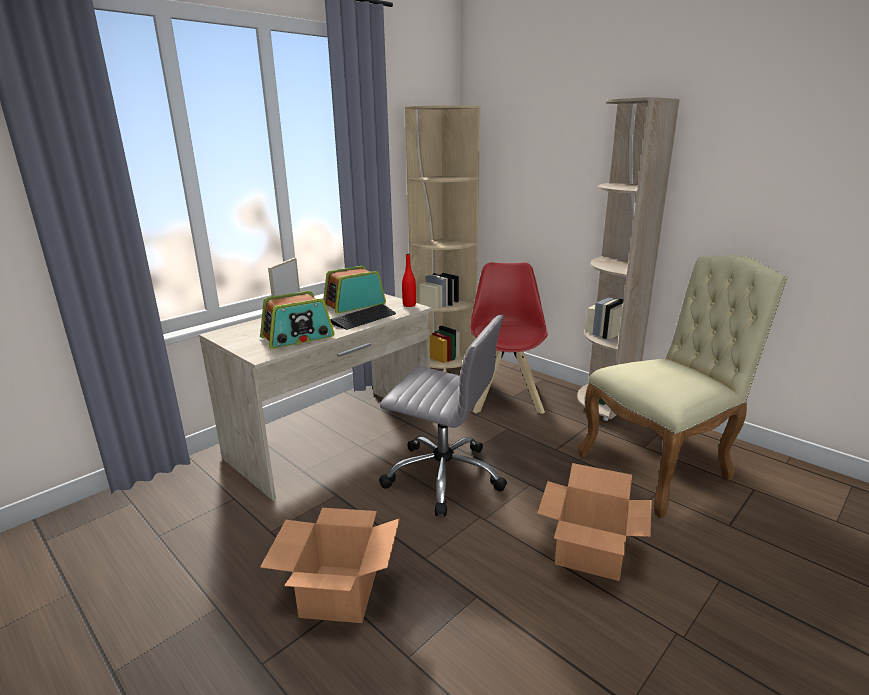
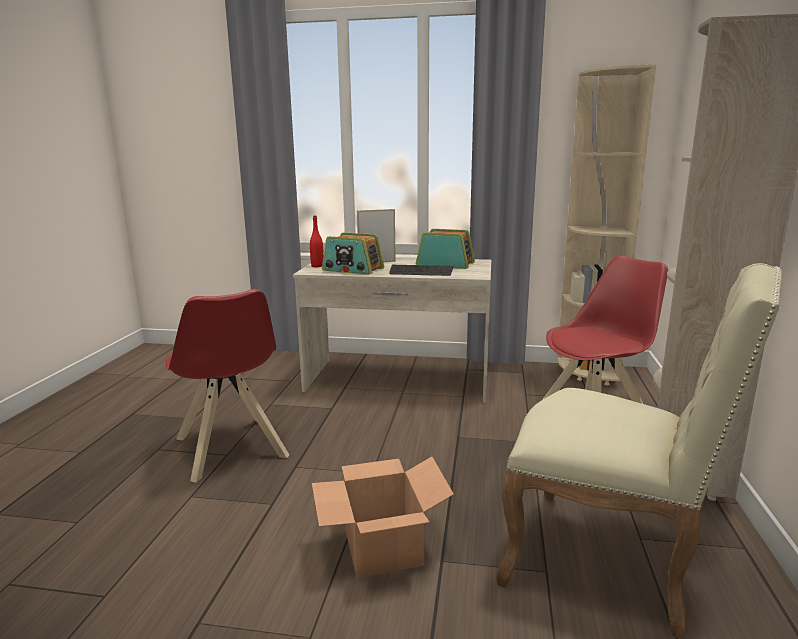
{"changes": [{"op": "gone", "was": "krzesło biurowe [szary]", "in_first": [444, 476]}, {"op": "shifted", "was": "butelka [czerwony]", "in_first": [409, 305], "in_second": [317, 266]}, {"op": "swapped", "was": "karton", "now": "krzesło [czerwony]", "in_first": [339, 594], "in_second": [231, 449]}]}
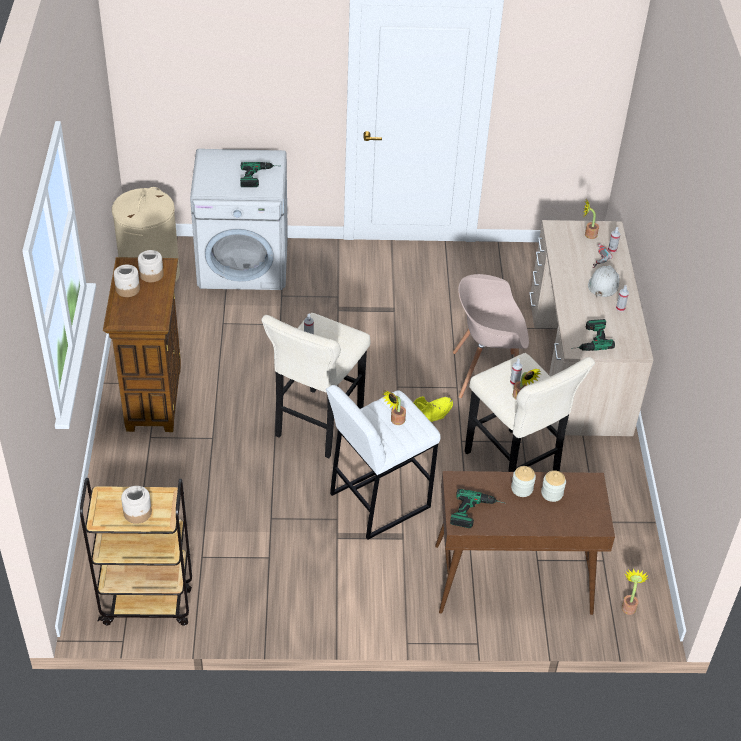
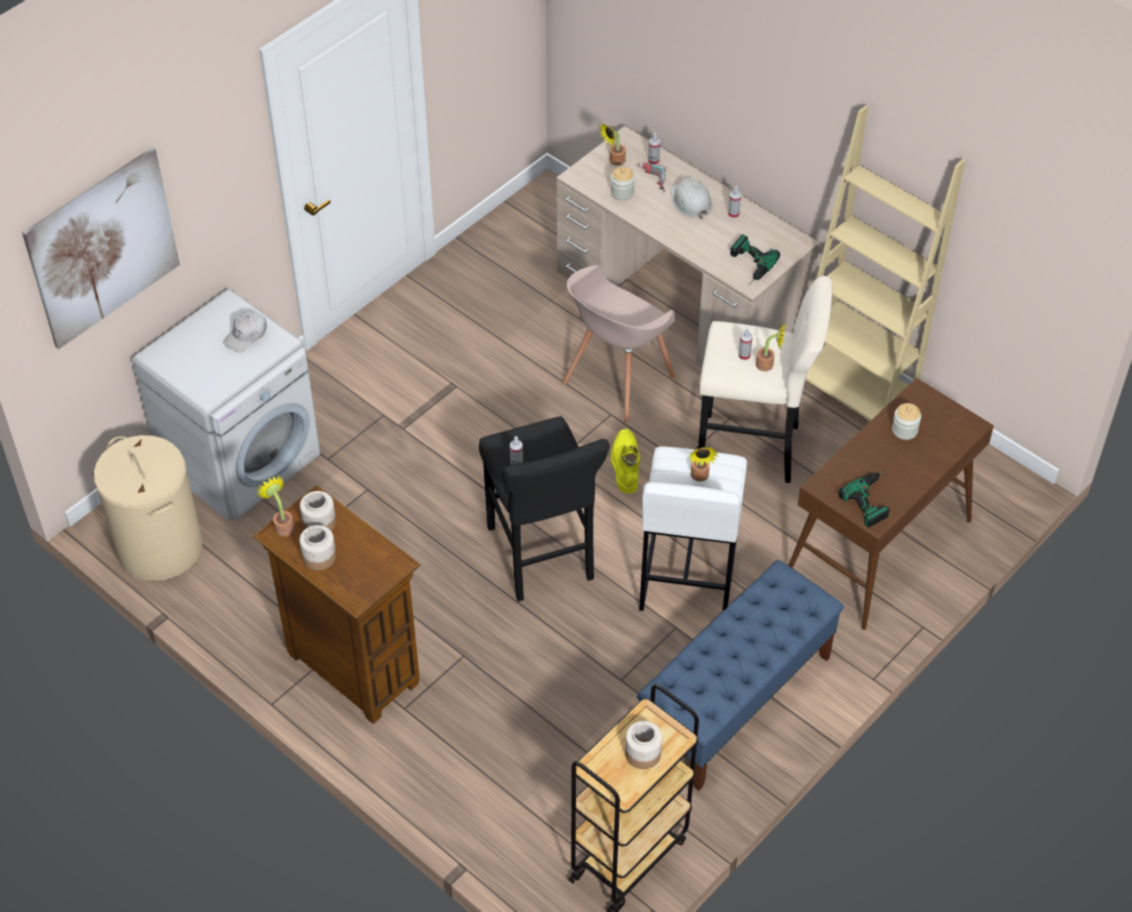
{"changes": [{"op": "new", "now": "obraz", "in_second": [103, 248]}, {"op": "new", "now": "ławka [niebieski]", "in_second": [735, 701]}, {"op": "new", "now": "regał [beżowy]", "in_second": [853, 391]}, {"op": "shifted", "was": "słoik", "in_first": [522, 489], "in_second": [622, 193]}, {"op": "shifted", "was": "roślina doniczkowa", "in_first": [629, 606], "in_second": [282, 526]}, {"op": "swapped", "was": "wiertarka", "now": "czapka z daszkiem [biały]", "in_first": [260, 176], "in_second": [246, 336]}, {"op": "repainted", "was": "stołek [beżowy]", "now": "stołek [czarny]", "in_first": [317, 426], "in_second": [541, 558]}]}
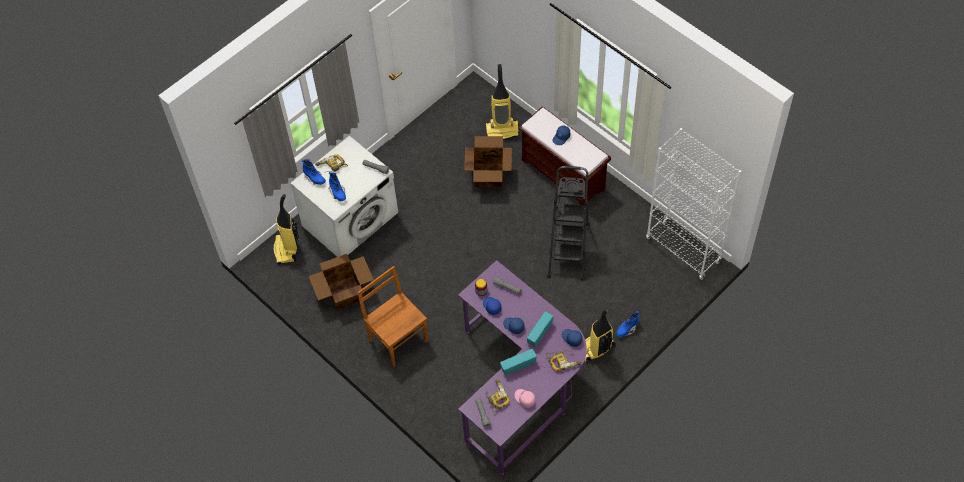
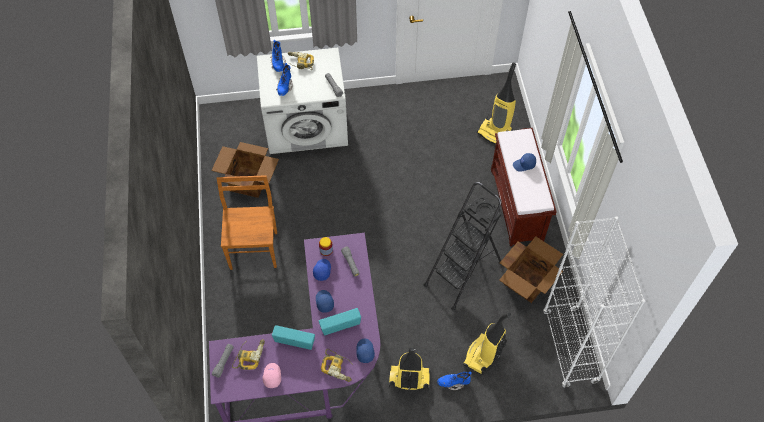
{"changes": [{"op": "shifted", "was": "odkurzacz", "in_first": [287, 249], "in_second": [482, 355]}, {"op": "shifted", "was": "karton", "in_first": [489, 174], "in_second": [527, 282]}]}
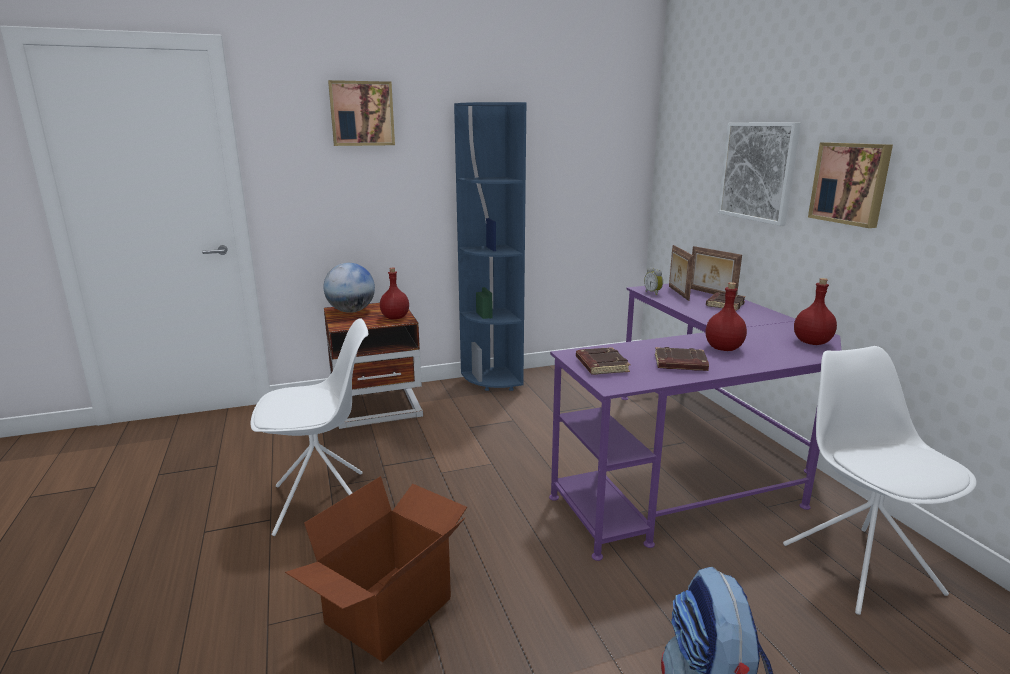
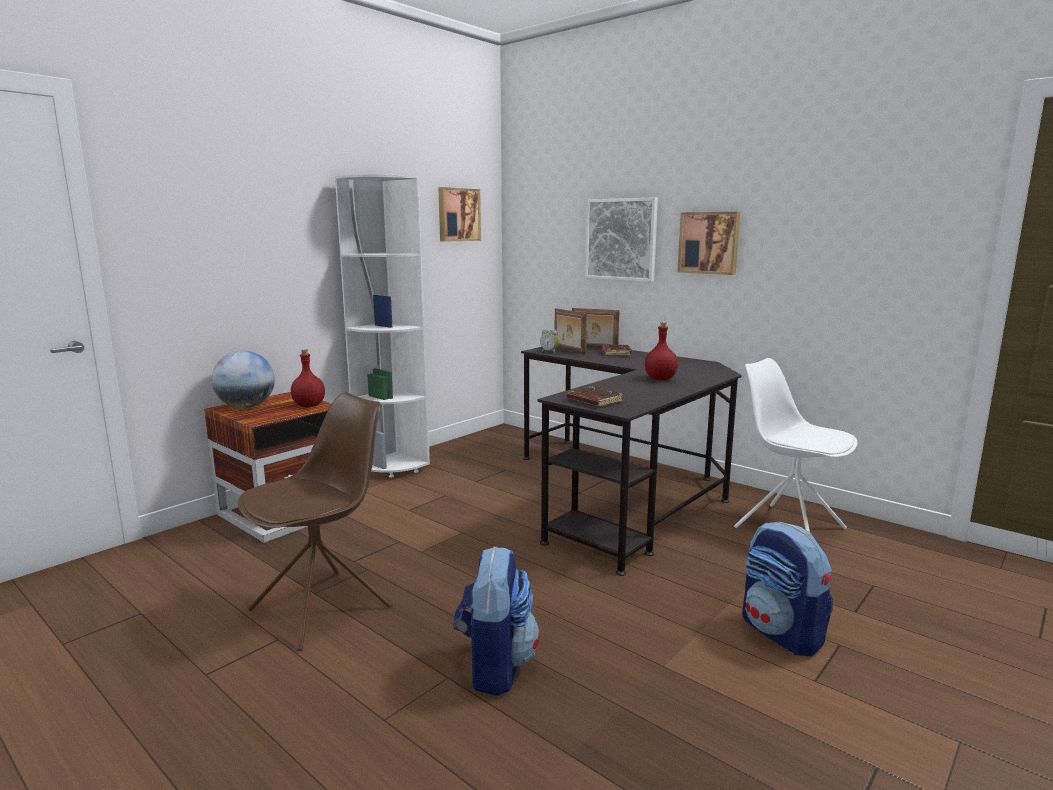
{"changes": [{"op": "gone", "was": "książka [brązowy]", "in_first": [680, 364]}, {"op": "gone", "was": "butelka [czerwony]", "in_first": [812, 343]}, {"op": "shifted", "was": "obraz", "in_first": [362, 113], "in_second": [458, 215]}, {"op": "swapped", "was": "karton", "now": "plecak", "in_first": [390, 612], "in_second": [495, 666]}, {"op": "repainted", "was": "krzesło [biały]", "now": "krzesło [brązowy]", "in_first": [323, 502], "in_second": [323, 607]}, {"op": "repainted", "was": "regał [niebieski]", "now": "regał [biały]", "in_first": [492, 384], "in_second": [392, 471]}, {"op": "repainted", "was": "biurko [fioletowy]", "now": "biurko [czarny]", "in_first": [692, 462], "in_second": [624, 492]}]}
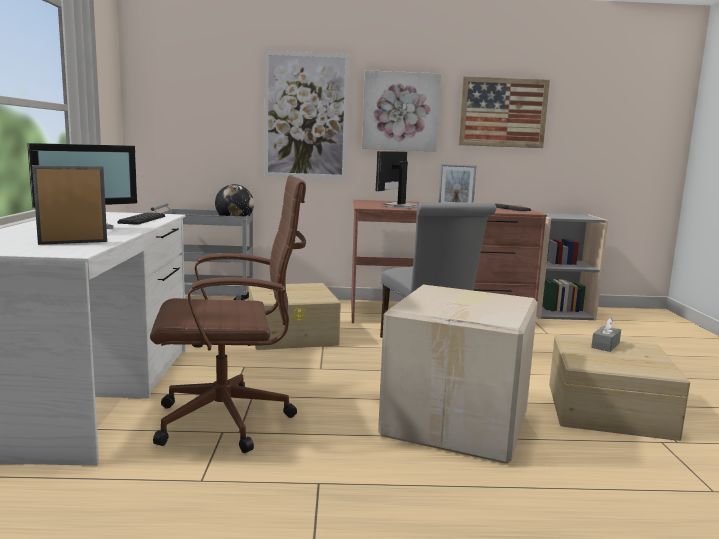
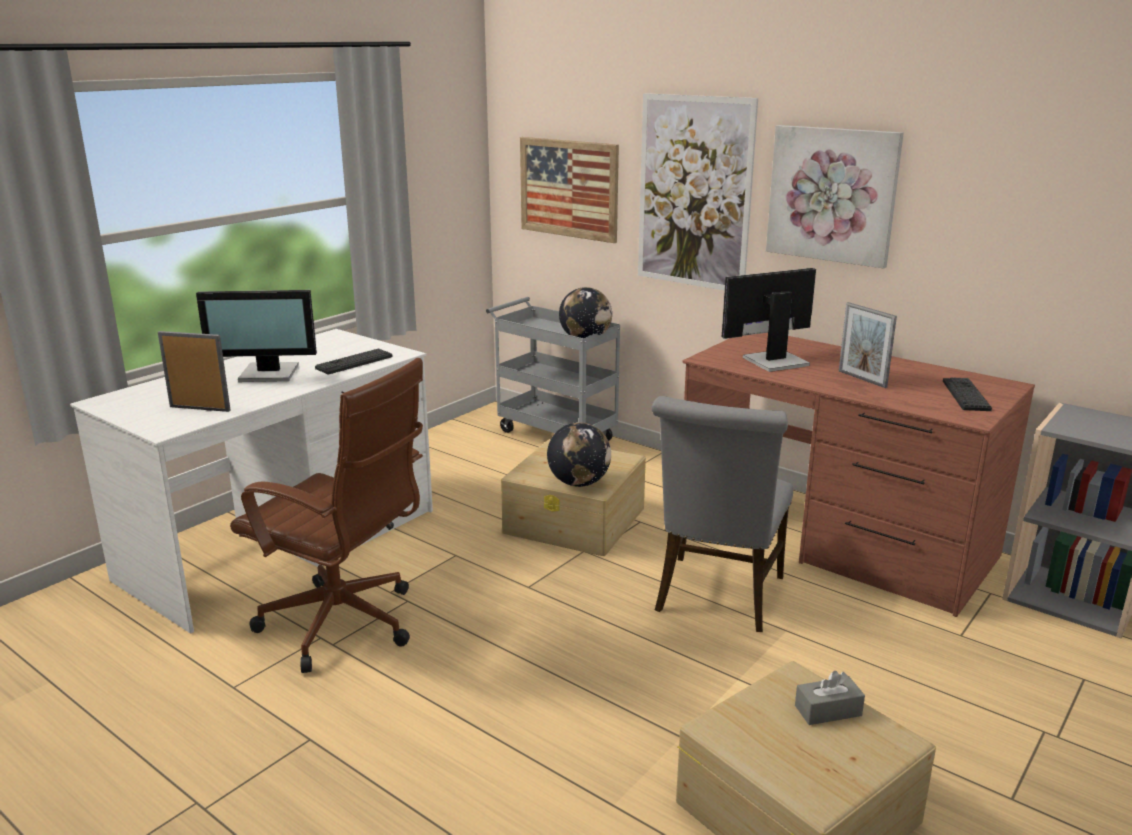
{"changes": [{"op": "gone", "was": "karton", "in_first": [458, 423]}, {"op": "new", "now": "globus", "in_second": [579, 483]}, {"op": "shifted", "was": "obraz", "in_first": [503, 112], "in_second": [568, 188]}]}
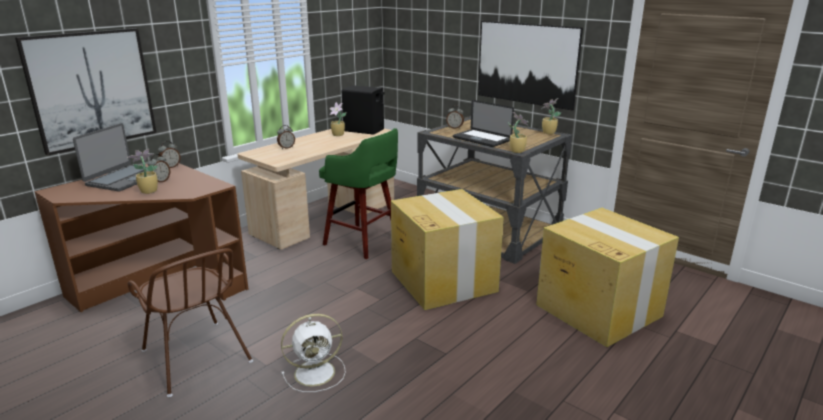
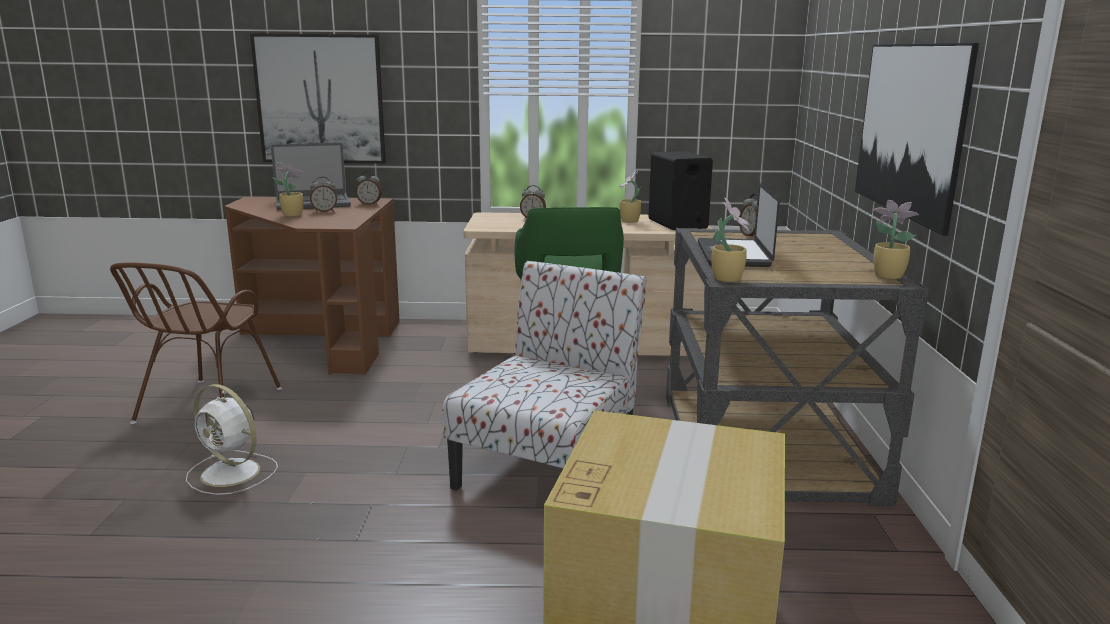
{"changes": [{"op": "swapped", "was": "karton", "now": "krzesło", "in_first": [442, 280], "in_second": [548, 467]}]}
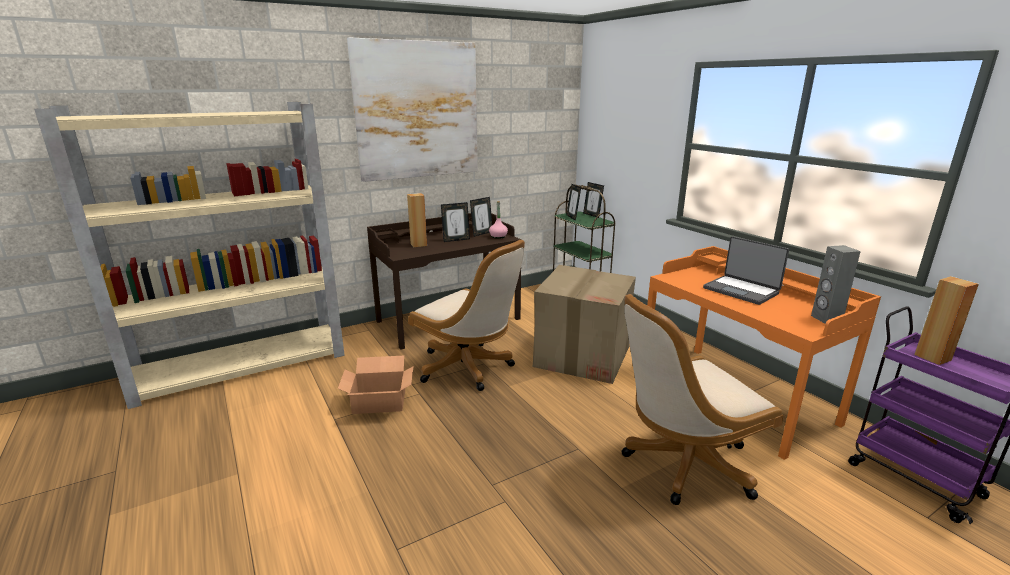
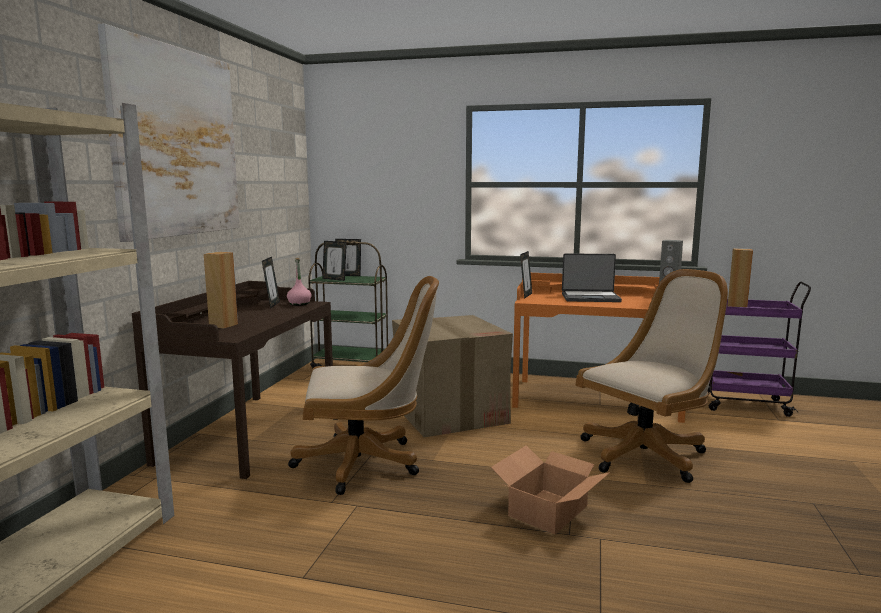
{"changes": [{"op": "shifted", "was": "karton", "in_first": [379, 401], "in_second": [547, 511]}, {"op": "shifted", "was": "ramka na zdjęcie", "in_first": [456, 240], "in_second": [525, 295]}, {"op": "rotated", "was": "krzesło biurowe", "in_first": [681, 465], "in_second": [648, 452], "clockwise": -150}]}
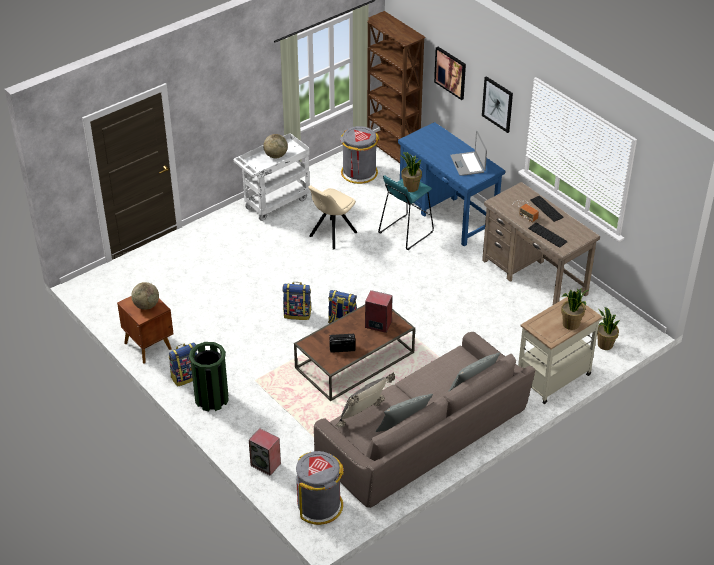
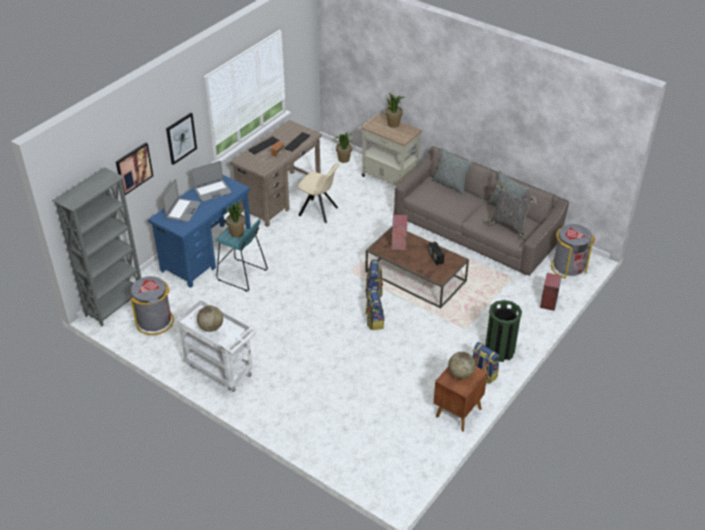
{"changes": [{"op": "new", "now": "laptop", "in_second": [182, 210]}, {"op": "shifted", "was": "krzesło [beżowy]", "in_first": [332, 234], "in_second": [318, 211]}, {"op": "repainted", "was": "regał [brązowy]", "now": "regał [szary]", "in_first": [392, 152], "in_second": [116, 304]}]}
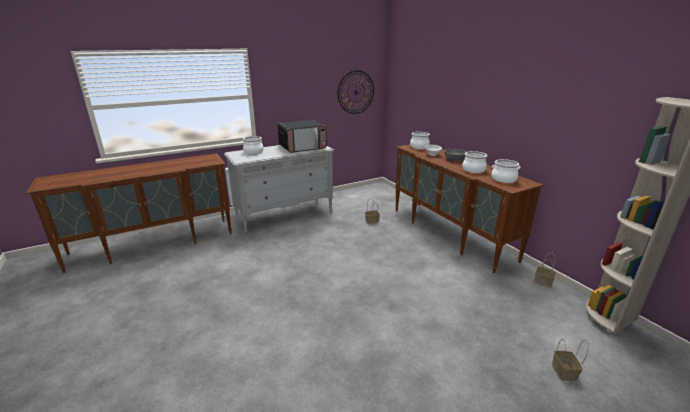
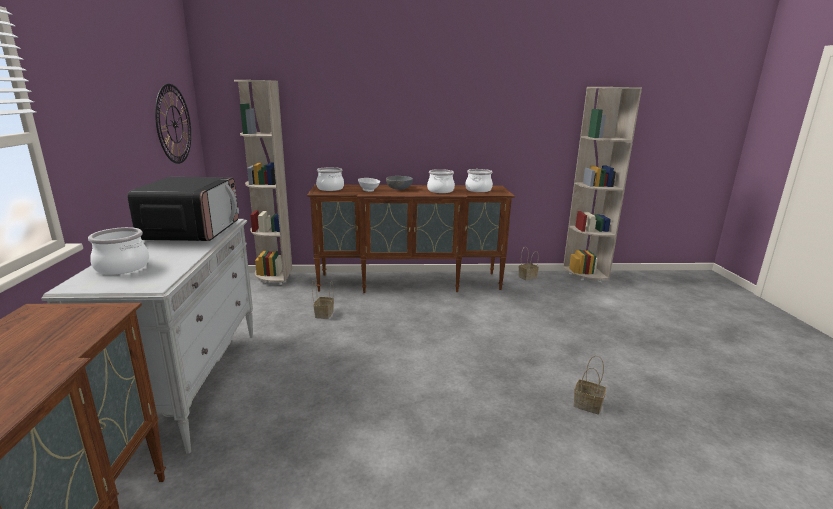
{"changes": [{"op": "new", "now": "regał [beżowy]", "in_second": [273, 279]}, {"op": "shifted", "was": "koszyk", "in_first": [565, 372], "in_second": [588, 405]}]}
